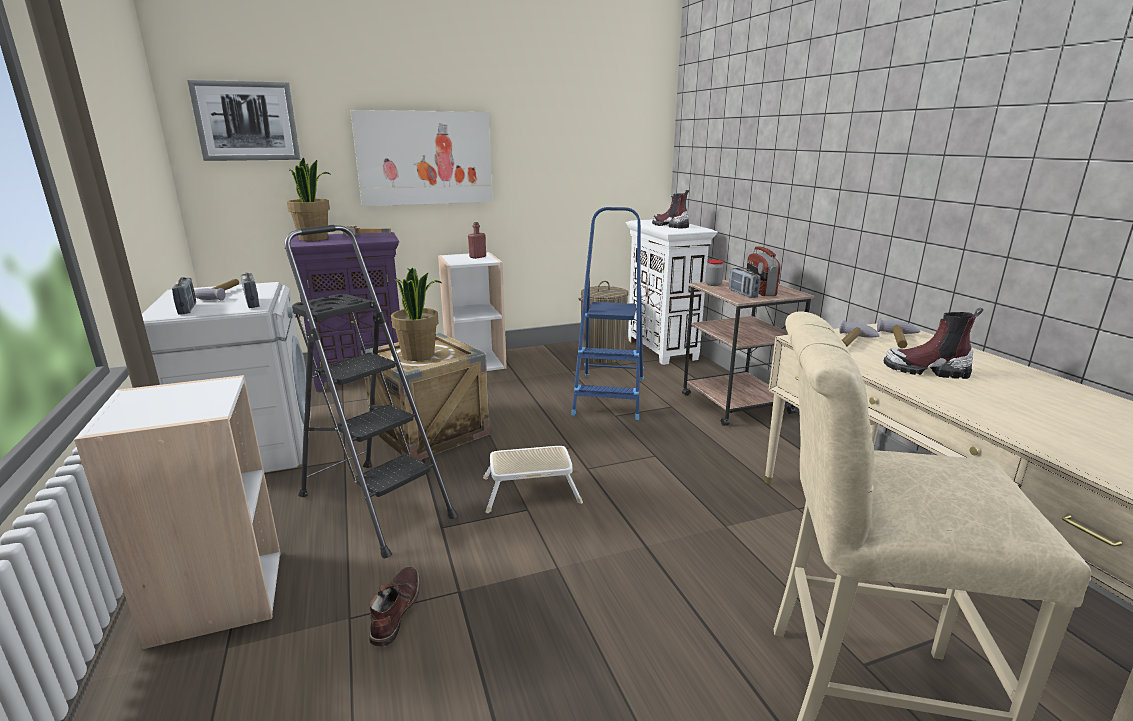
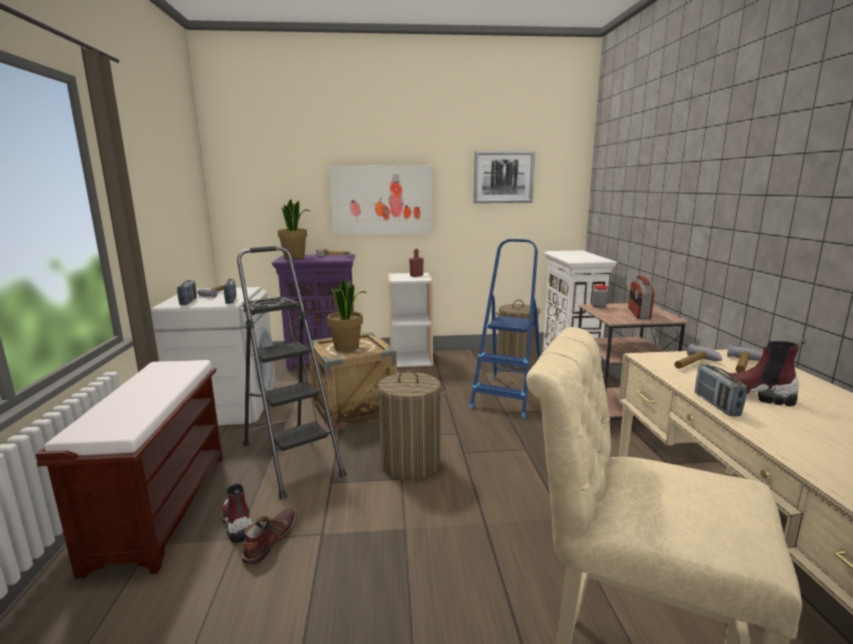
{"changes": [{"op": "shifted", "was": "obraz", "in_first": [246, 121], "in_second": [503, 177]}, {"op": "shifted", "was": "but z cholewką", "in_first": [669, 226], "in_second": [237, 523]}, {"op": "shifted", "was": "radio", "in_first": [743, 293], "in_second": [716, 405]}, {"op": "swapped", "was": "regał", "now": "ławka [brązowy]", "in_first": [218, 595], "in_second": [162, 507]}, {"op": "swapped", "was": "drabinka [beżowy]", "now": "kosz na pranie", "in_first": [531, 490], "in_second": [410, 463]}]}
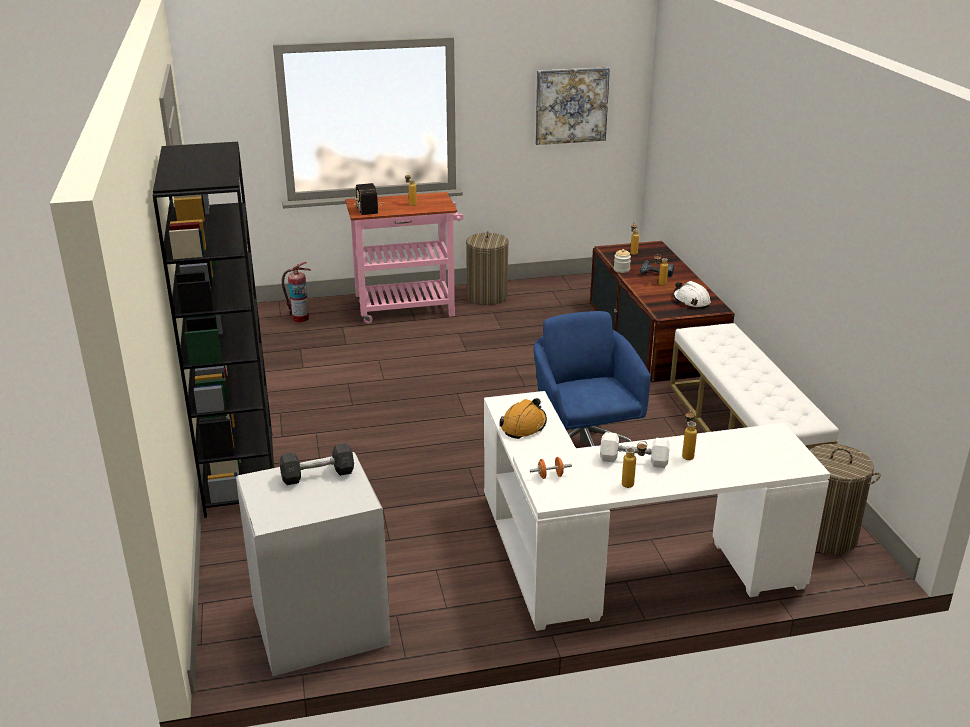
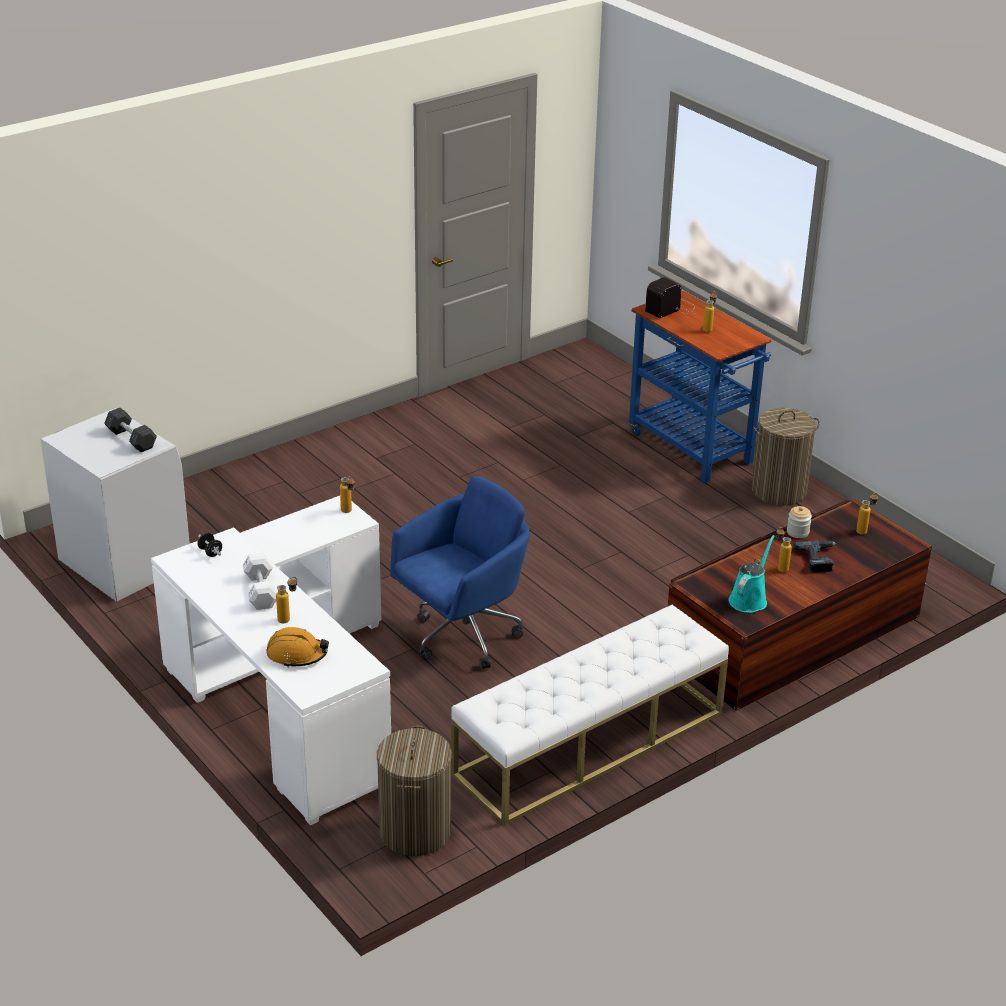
{"changes": [{"op": "gone", "was": "regał [czarny]", "in_first": [239, 473]}, {"op": "gone", "was": "gaśnica", "in_first": [300, 318]}, {"op": "gone", "was": "obraz", "in_first": [571, 105]}, {"op": "shifted", "was": "kask [pomarańczowy]", "in_first": [523, 426], "in_second": [297, 654]}, {"op": "shifted", "was": "butelka", "in_first": [632, 484], "in_second": [348, 512]}, {"op": "swapped", "was": "kask [biały]", "now": "konewka [turkusowy]", "in_first": [691, 301], "in_second": [749, 599]}, {"op": "repainted", "was": "wózek [różowy]", "now": "wózek [niebieski]", "in_first": [407, 309], "in_second": [692, 448]}, {"op": "repainted", "was": "hantel [pomarańczowy]", "now": "hantel [czarny]", "in_first": [550, 476], "in_second": [210, 552]}]}
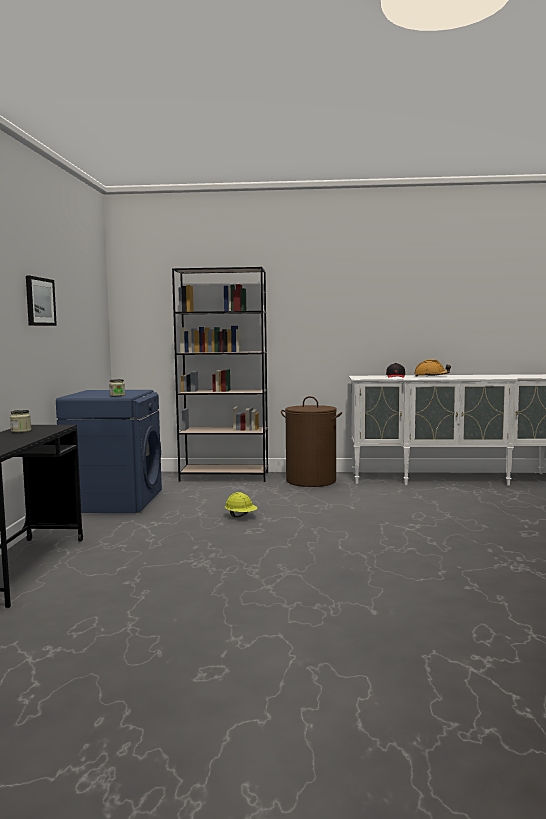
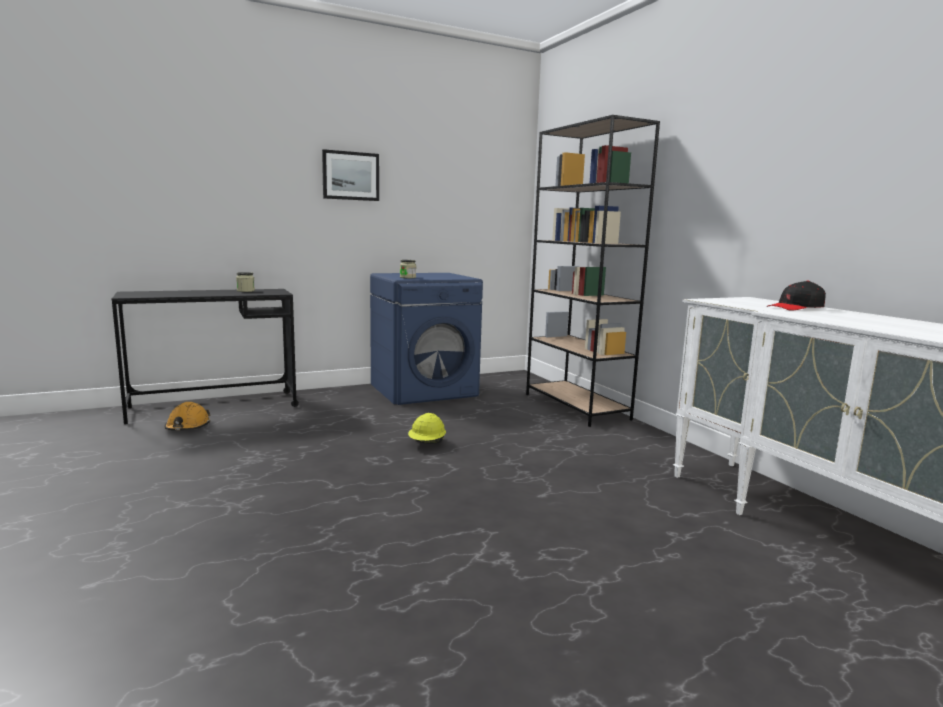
{"changes": [{"op": "gone", "was": "kosz na pranie [brązowy]", "in_first": [311, 481]}, {"op": "shifted", "was": "kask [pomarańczowy]", "in_first": [431, 376], "in_second": [188, 427]}]}
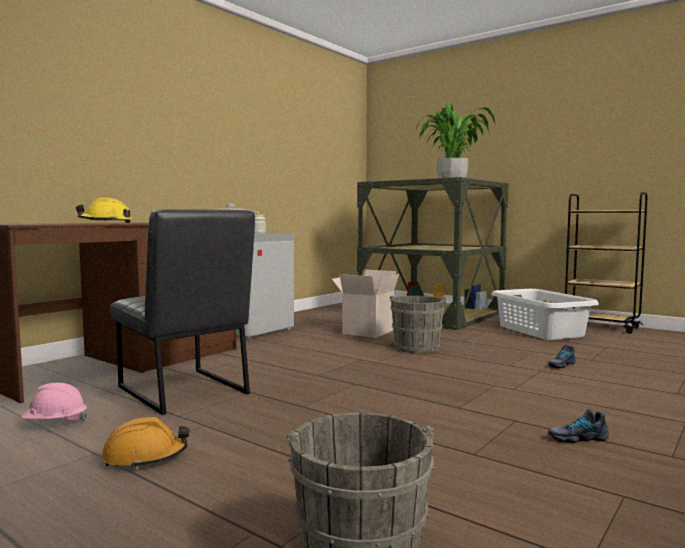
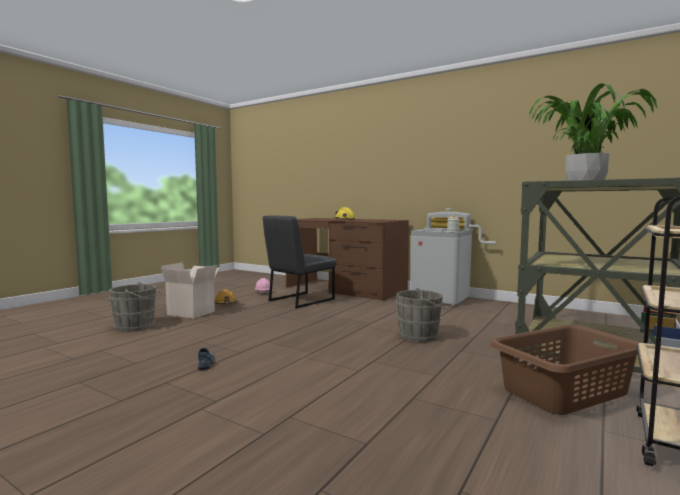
{"changes": [{"op": "gone", "was": "but", "in_first": [561, 365]}, {"op": "shifted", "was": "karton", "in_first": [367, 331], "in_second": [192, 312]}, {"op": "repainted", "was": "kosz na pranie [szary]", "now": "kosz na pranie [brązowy]", "in_first": [540, 331], "in_second": [566, 391]}]}
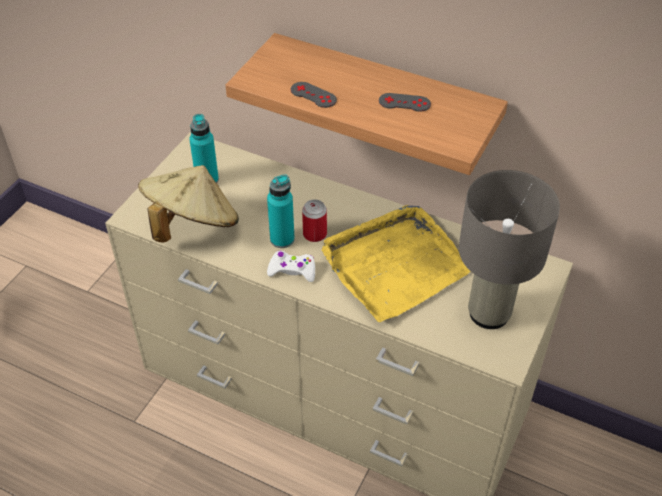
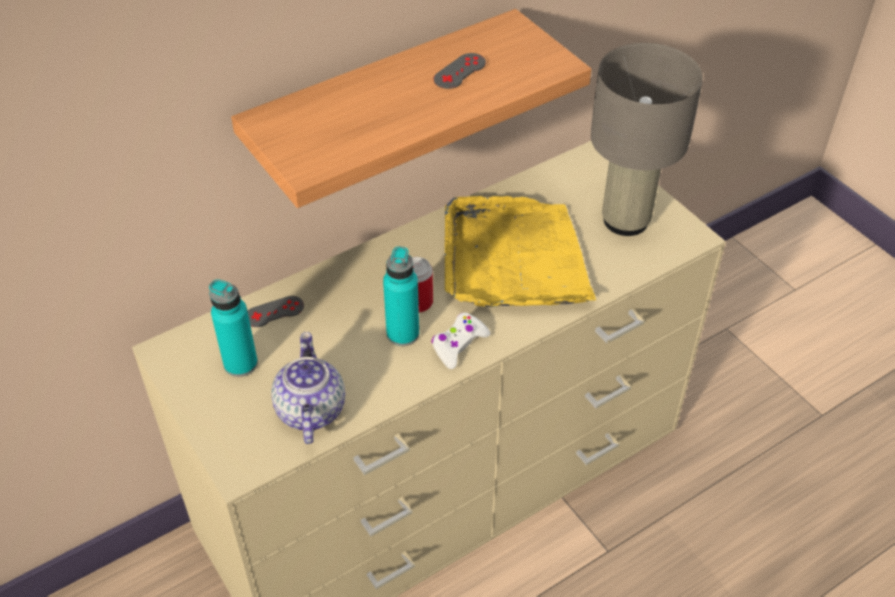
{"changes": [{"op": "shifted", "was": "pad do gier [szary]", "in_first": [313, 95], "in_second": [274, 312]}, {"op": "swapped", "was": "kapelusz [beżowy]", "now": "imbryk", "in_first": [192, 225], "in_second": [309, 410]}]}
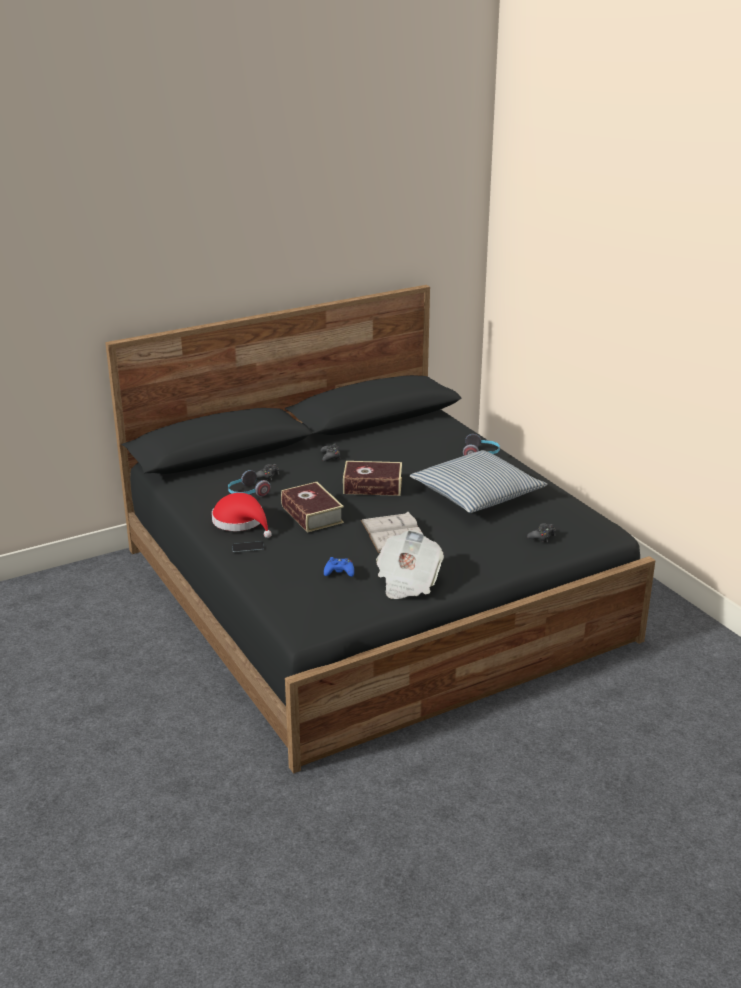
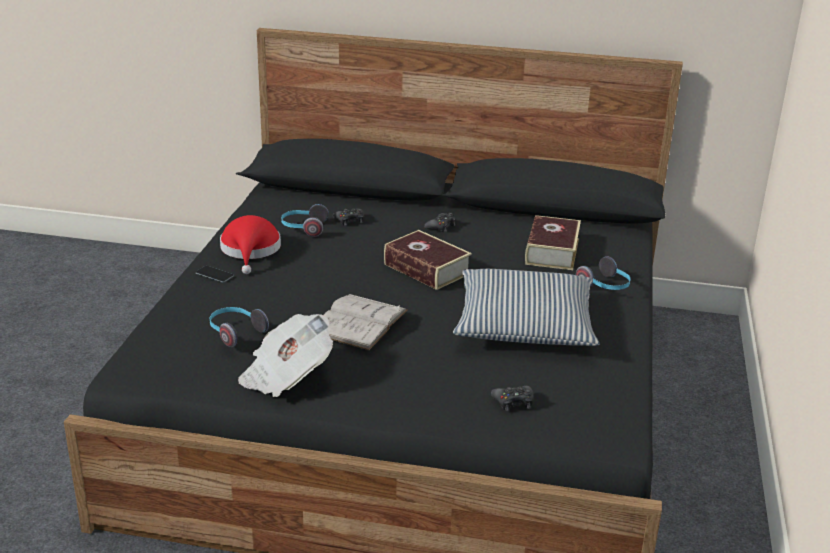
{"changes": [{"op": "shifted", "was": "książka", "in_first": [312, 514], "in_second": [552, 251]}, {"op": "swapped", "was": "pad do gier [niebieski]", "now": "słuchawki", "in_first": [339, 572], "in_second": [235, 332]}]}
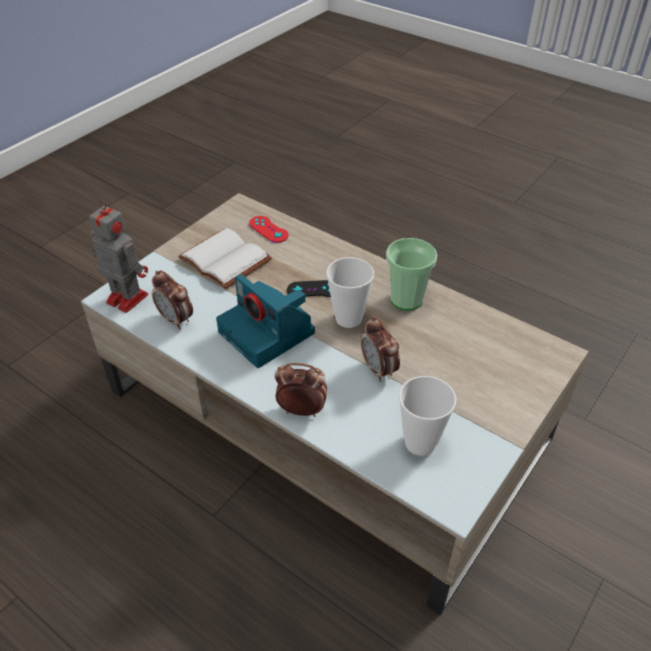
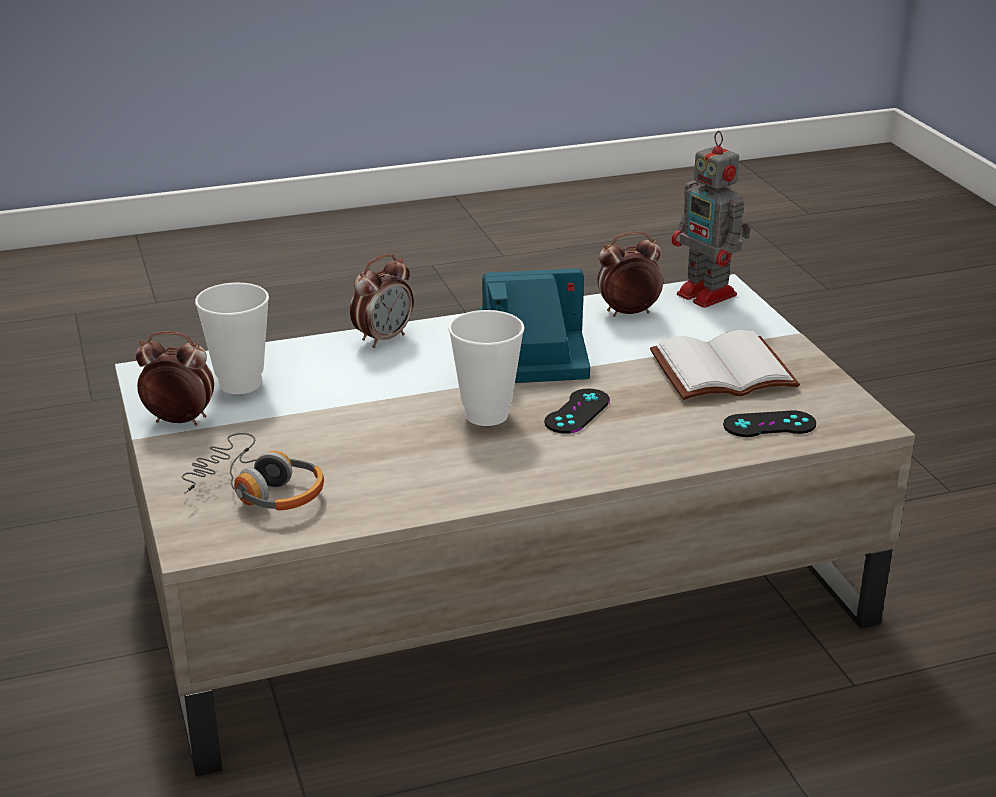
{"changes": [{"op": "gone", "was": "filiżanka", "in_first": [406, 299]}, {"op": "new", "now": "słuchawki", "in_second": [258, 490]}, {"op": "shifted", "was": "budzik", "in_first": [379, 370], "in_second": [179, 421]}, {"op": "repainted", "was": "pad do gier [czerwony]", "now": "pad do gier [czarny]", "in_first": [268, 229], "in_second": [769, 425]}, {"op": "rotated", "was": "robot zabawkowy", "in_first": [125, 298], "in_second": [709, 295], "clockwise": 75}]}
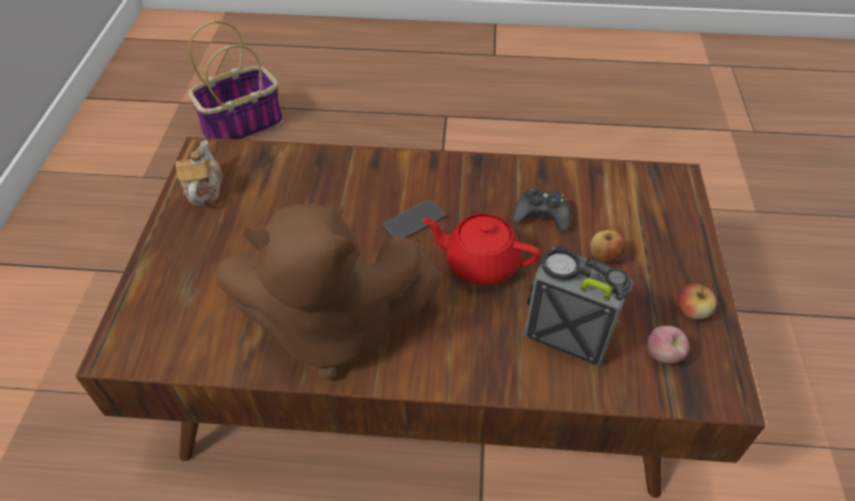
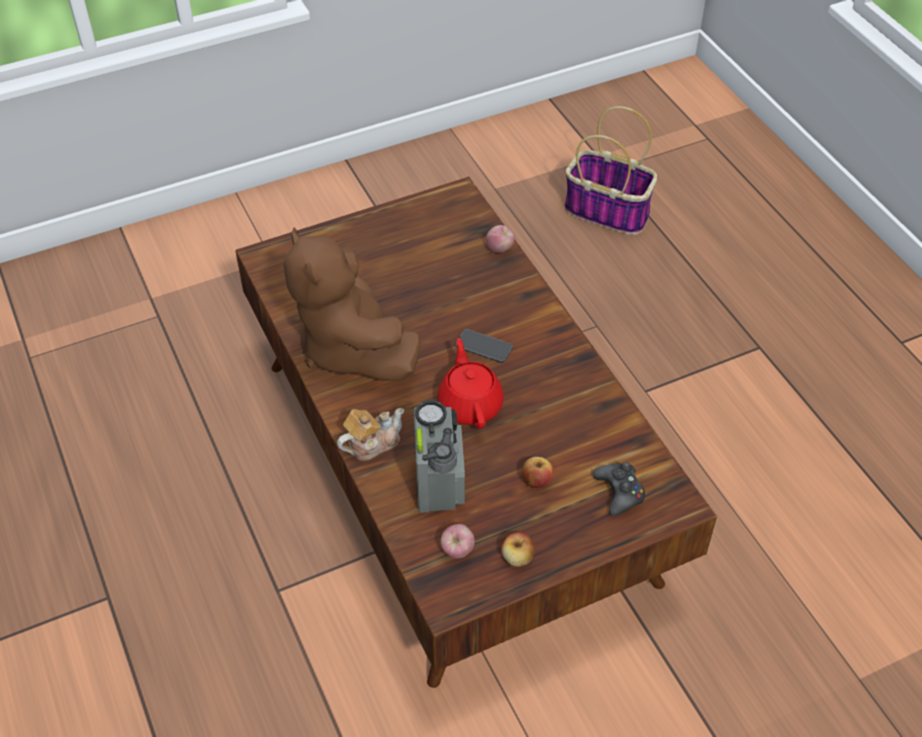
{"changes": [{"op": "new", "now": "jabłko", "in_second": [500, 248]}, {"op": "shifted", "was": "imbryk", "in_first": [204, 189], "in_second": [371, 443]}, {"op": "shifted", "was": "pad do gier [czarny]", "in_first": [542, 215], "in_second": [619, 492]}]}
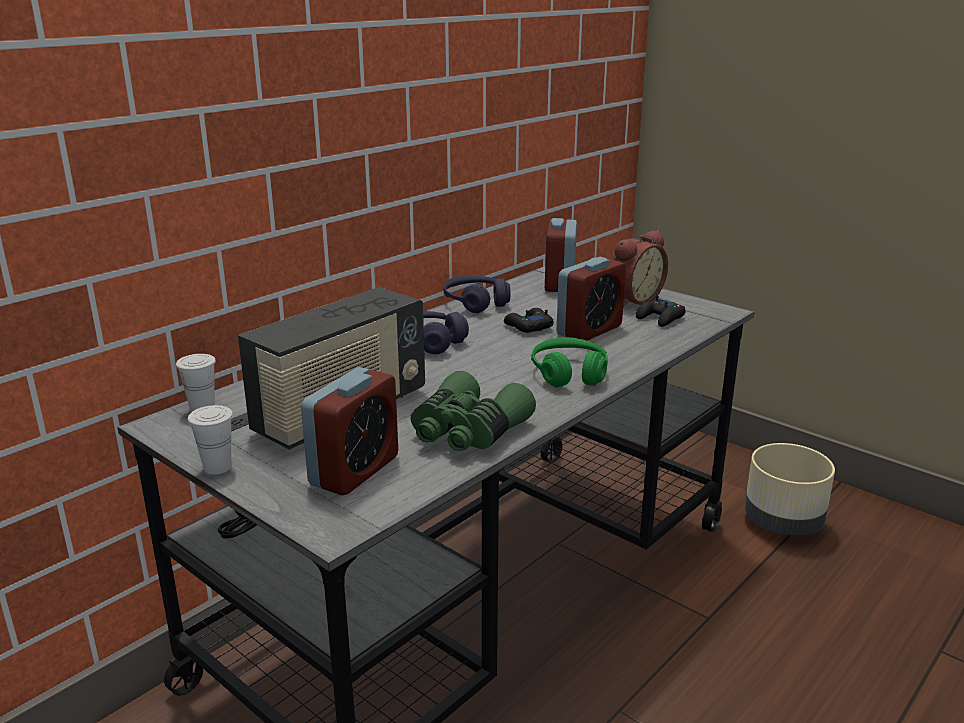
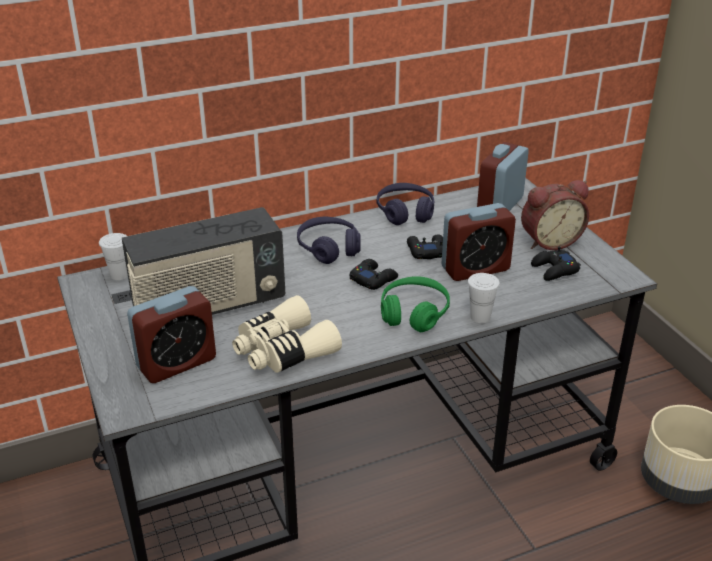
{"changes": [{"op": "new", "now": "pad do gier [czarny]", "in_second": [373, 279]}, {"op": "shifted", "was": "filiżanka [biały]", "in_first": [217, 467], "in_second": [480, 317]}, {"op": "repainted", "was": "lornetka [zielony]", "now": "lornetka [beżowy]", "in_first": [467, 432], "in_second": [283, 350]}]}
